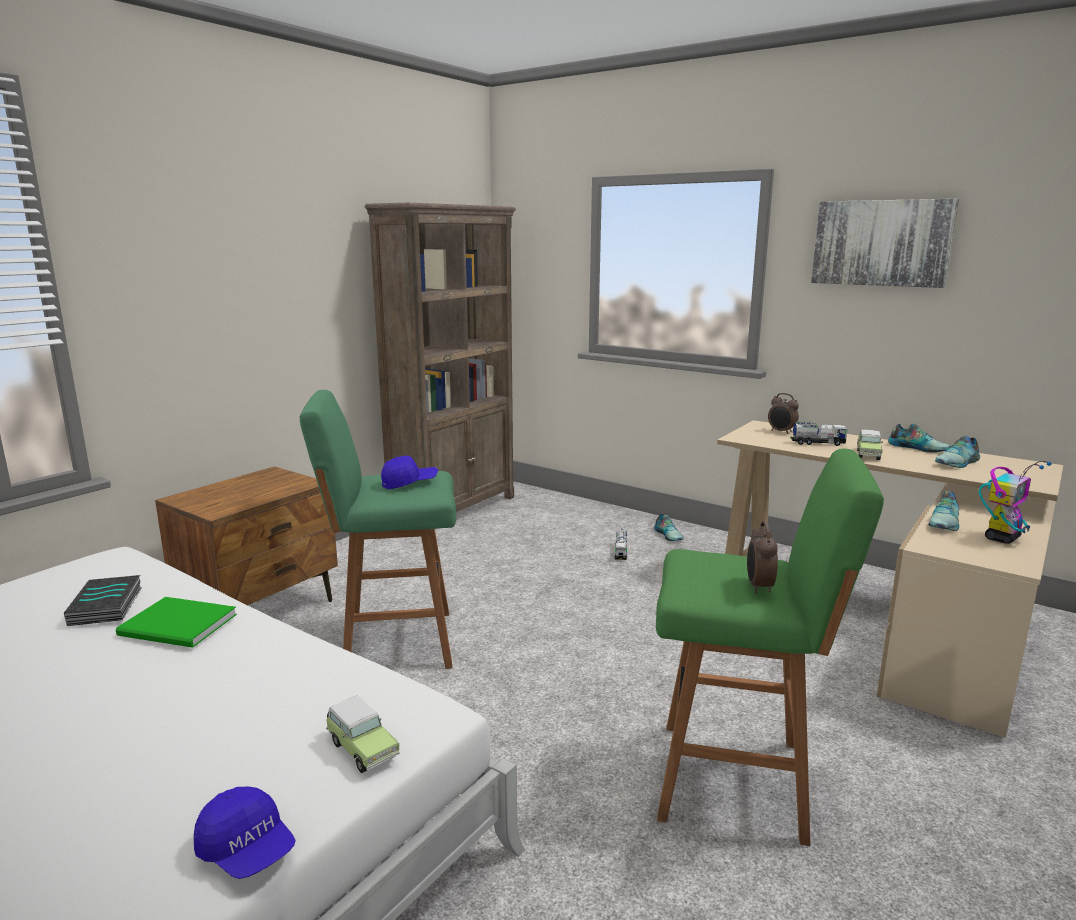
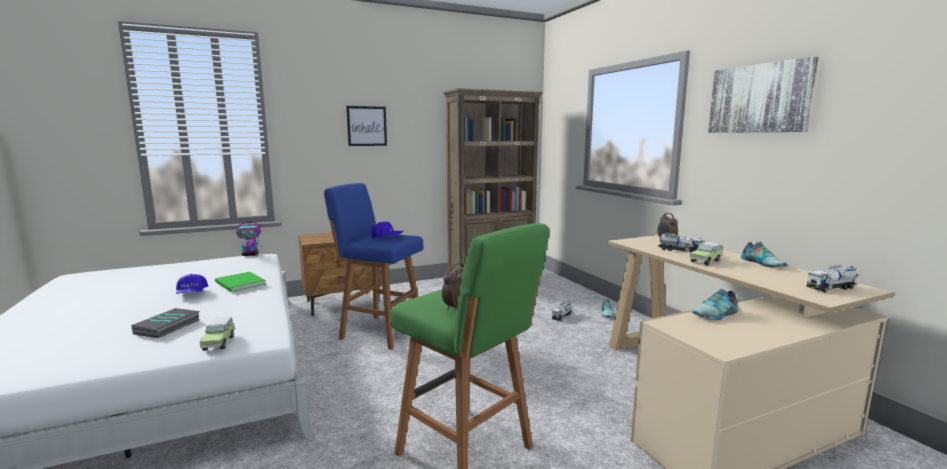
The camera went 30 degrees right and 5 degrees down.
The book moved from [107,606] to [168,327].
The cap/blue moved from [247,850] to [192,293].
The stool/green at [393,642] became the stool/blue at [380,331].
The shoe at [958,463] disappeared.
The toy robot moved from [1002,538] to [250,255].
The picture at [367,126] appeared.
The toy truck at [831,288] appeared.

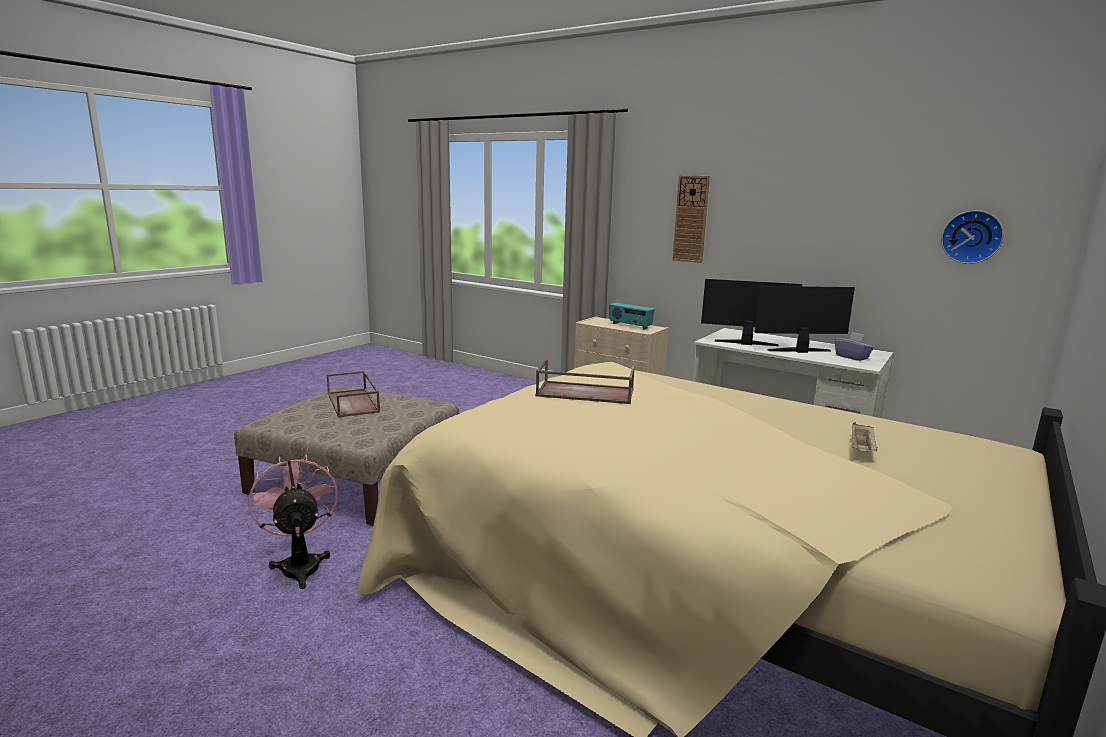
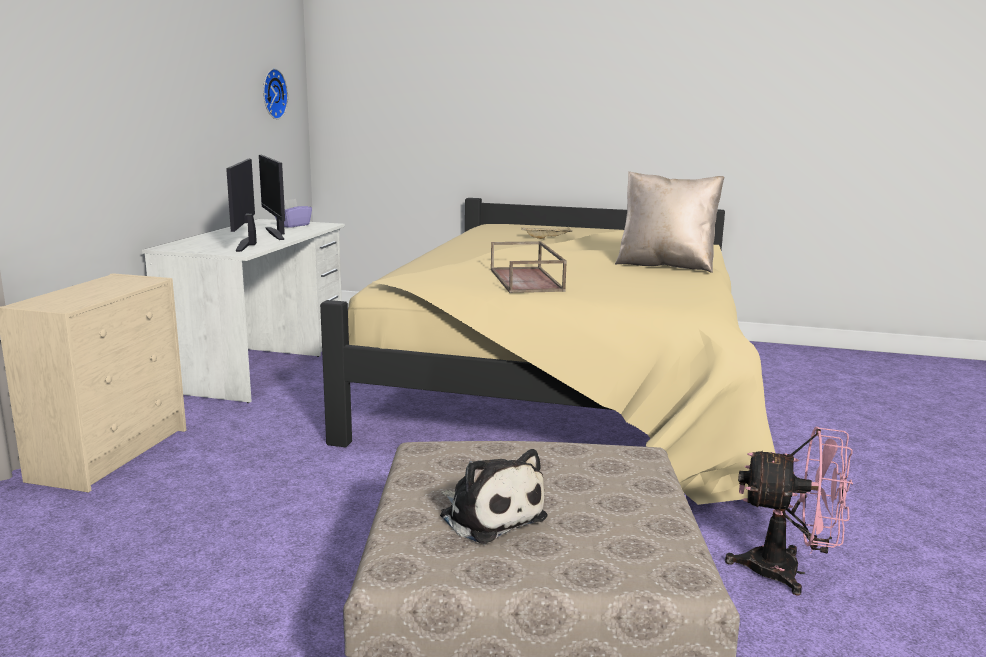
The camera went 110 degrees left and 0 degrees up.
The fan/pink at [300,564] turned 120 degrees counterclockwise.
The tray/brown at [354,403] was replaced by the plush toy at [489,515].
The radio at [630,326] disappeared.
The wall clock at [691,219] disappeared.
The pillow/beige at [666,265] appeared.

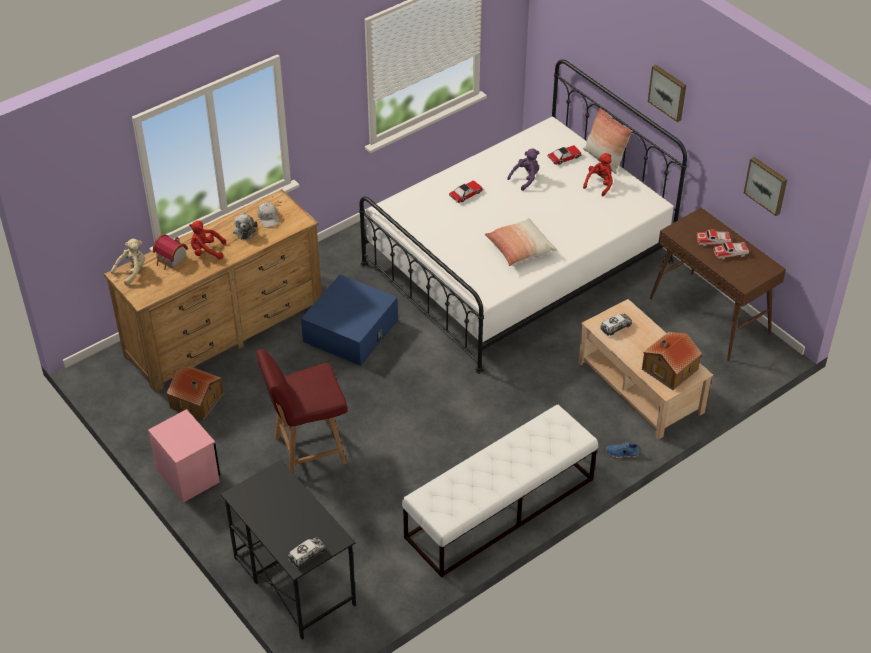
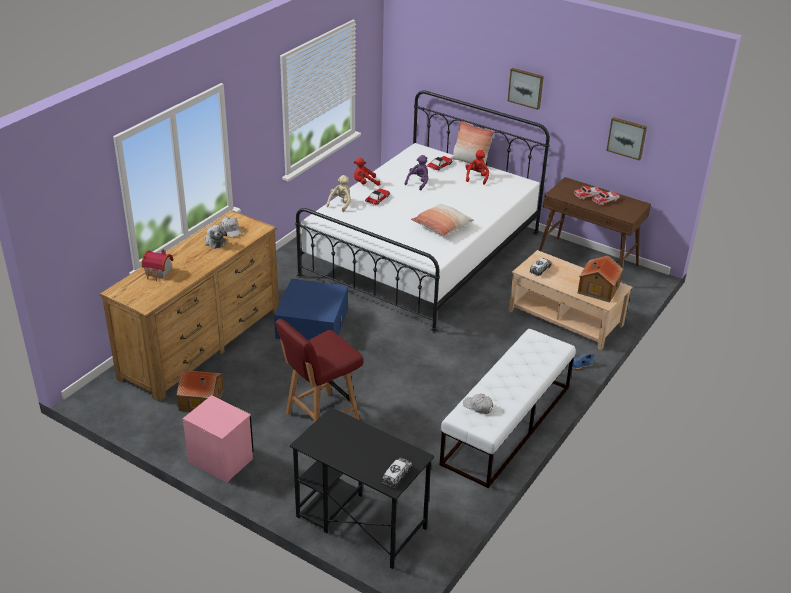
The camera went 20 degrees left and 10 degrees down.
The plush toy/beige moved from [132,271] to [340,204].
The plush toy/red moved from [206,251] to [364,183].
The cap/white at [478,406] appeared.

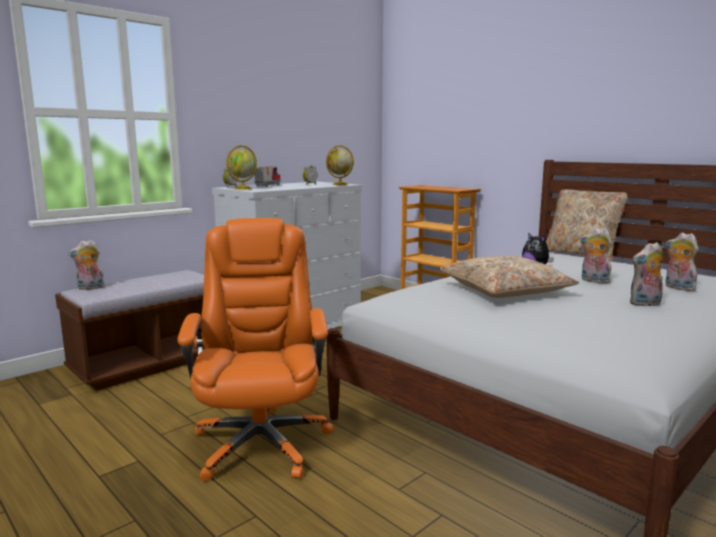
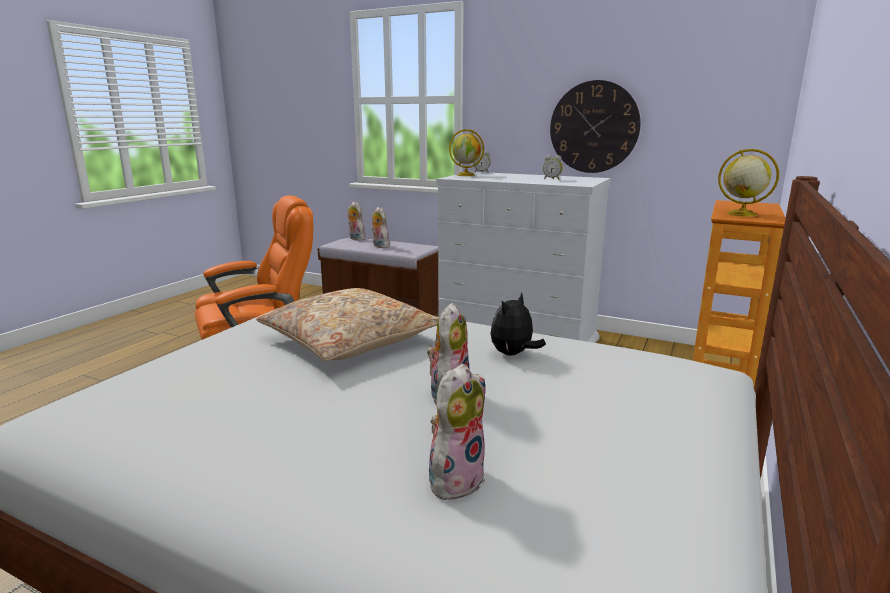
The camera went 70 degrees right and 5 degrees up.
The toy truck at [267,186] disappeared.
The globe moved from [339,184] to [740,214].
The pillow/beige at [581,254] disappeared.
The plush toy moved from [645,304] to [379,246].
The wall clock at [594,127] appeared.

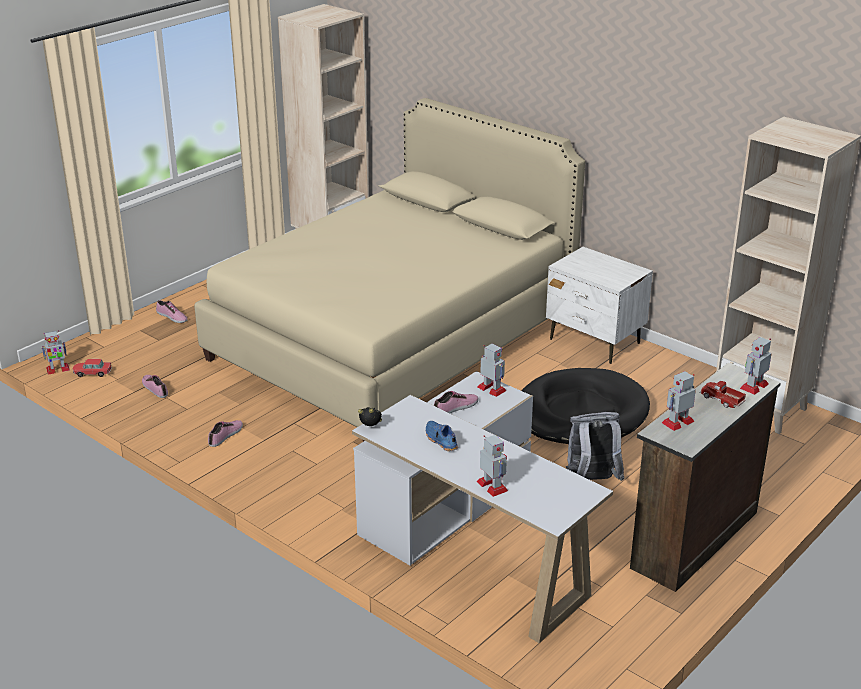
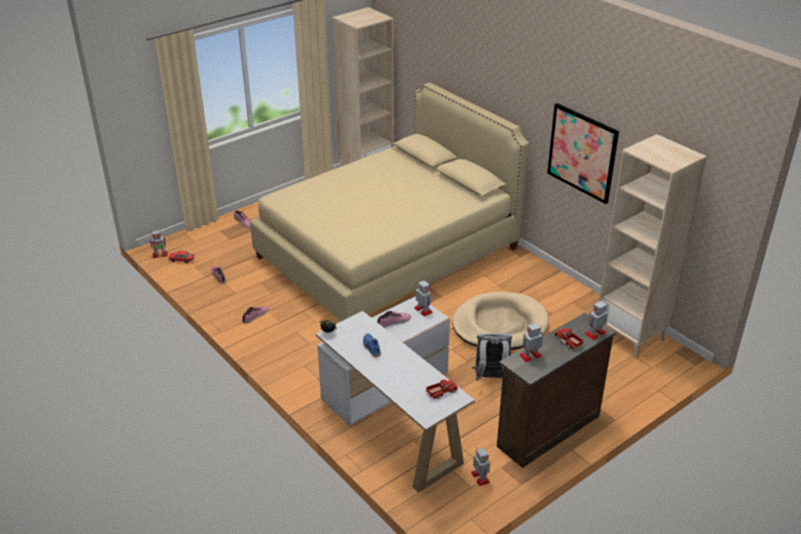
The camera went 10 degrees right and 5 degrees up.
The toy robot moved from [492,486] to [480,477].
The dog bed/black at [580,413] became the dog bed/beige at [500,325].
The nightstand/white at [595,341] disappeared.
The toy truck at [441,392] appeared.
The picture at [582,152] appeared.

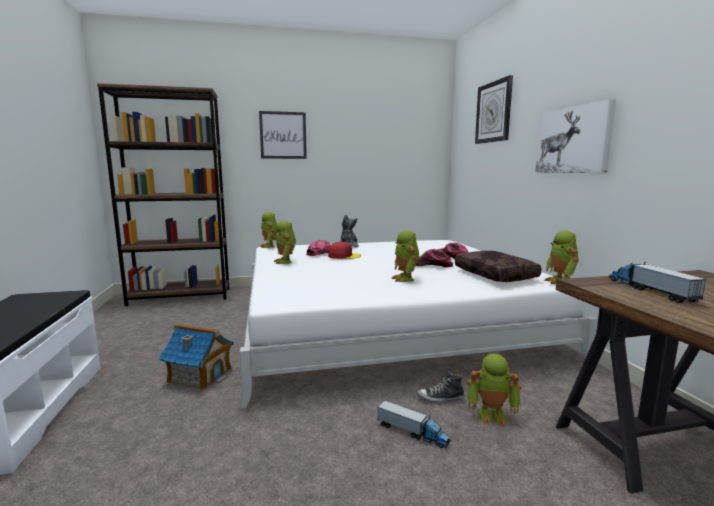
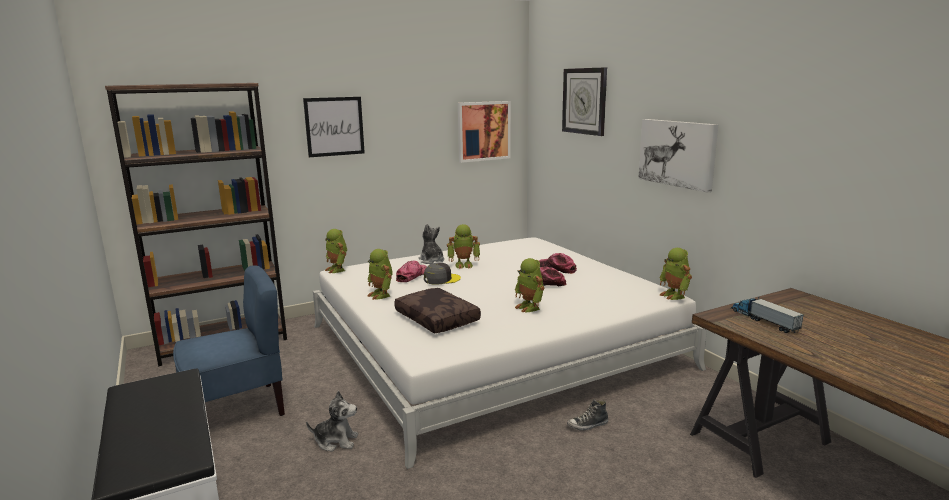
The camera went 15 degrees left and 5 degrees up.
The toy house at [200,375] was replaced by the plush toy at [336,441].
The cap/red at [343,256] became the cap/grey at [441,279].
The toy truck at [412,432] disappeared.
The pillow/brown moved from [496,275] to [438,319].
The toy robot moved from [492,415] to [464,265].
The chair/blue at [237,410] appeared.
The picture at [483,131] appeared.

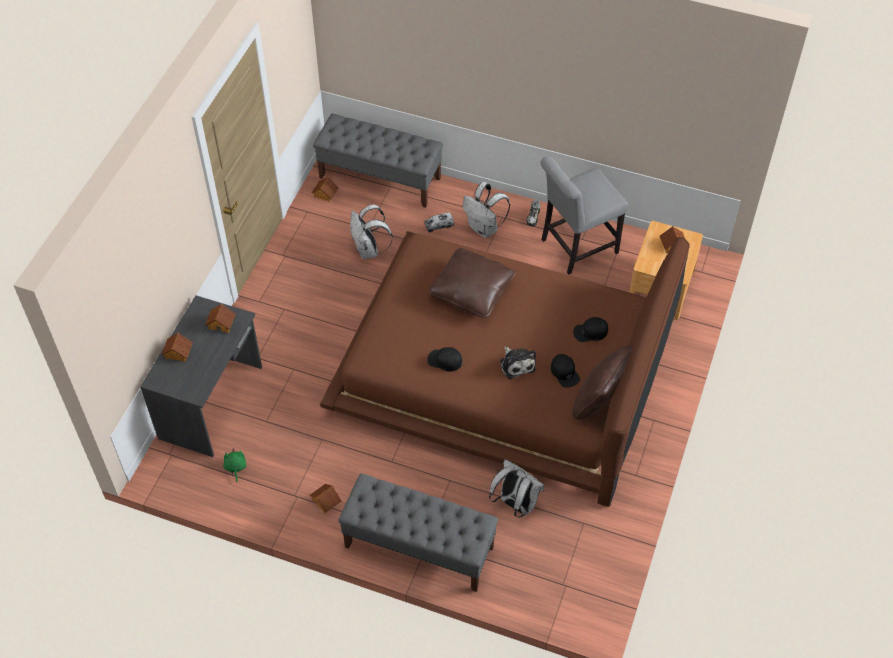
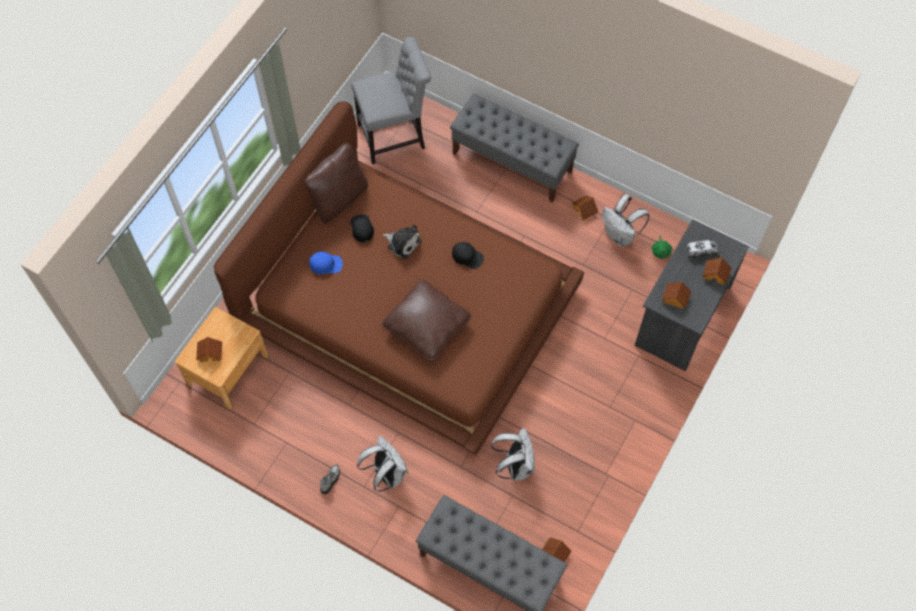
The camera went 170 degrees left and 10 degrees up.
The toy truck moved from [439,225] to [701,251].
The backpack/white moved from [515,504] to [620,235].
The plush toy at [516,364] turned 135 degrees clockwise.
The chair/grey moved from [575,247] to [395,136].
The cap/black at [590,332] became the cap/blue at [326,264].

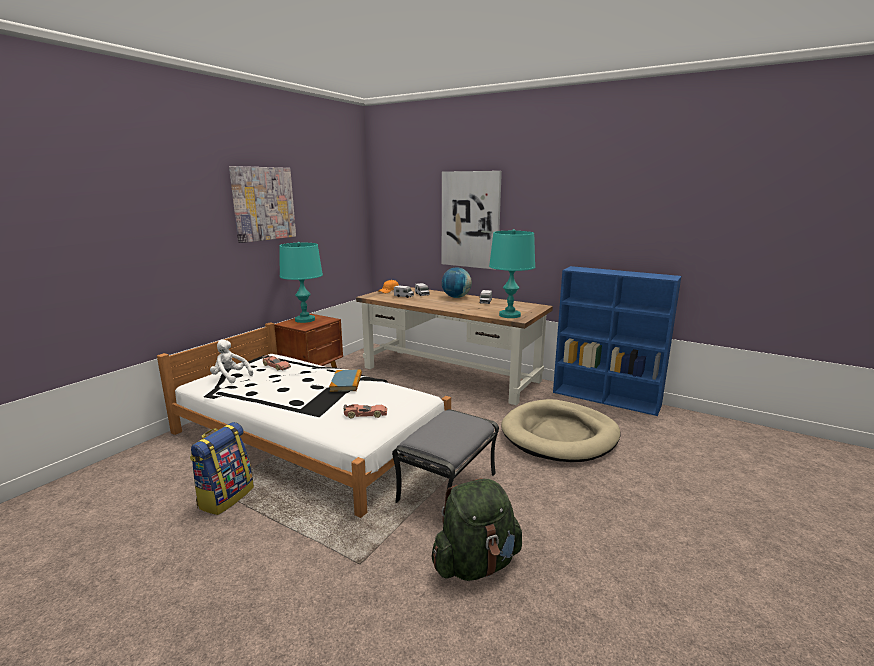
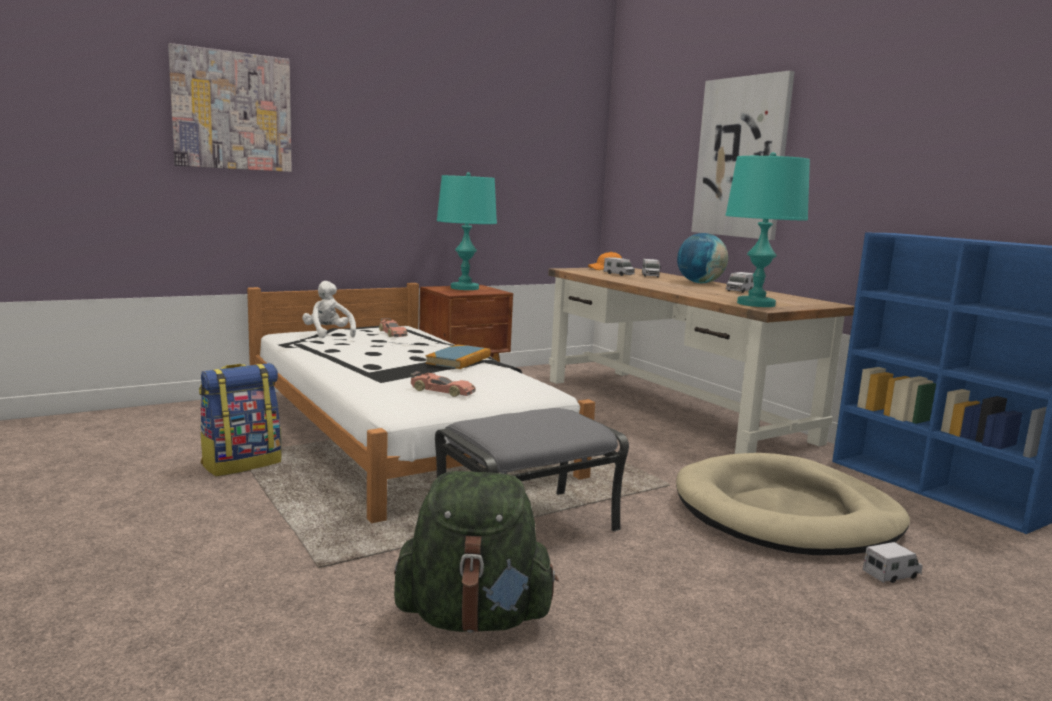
The camera went 25 degrees right and 5 degrees down.
The picture moved from [263,204] to [232,111].
The toy truck at [892,574] appeared.

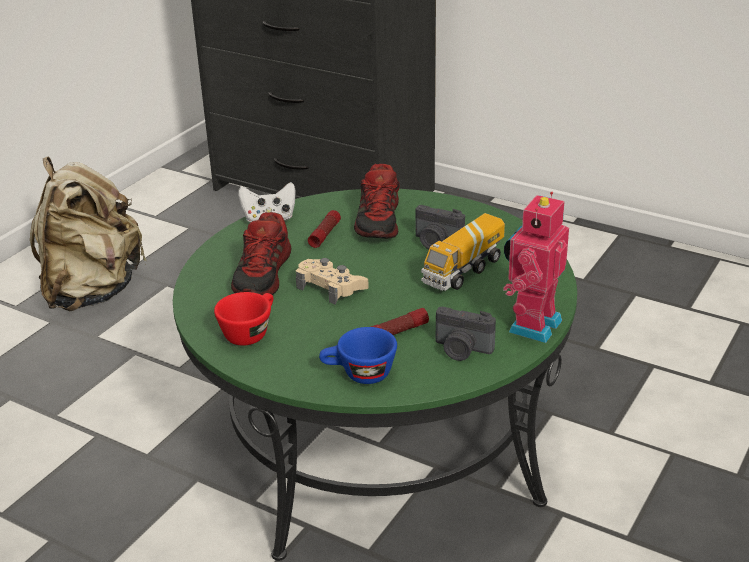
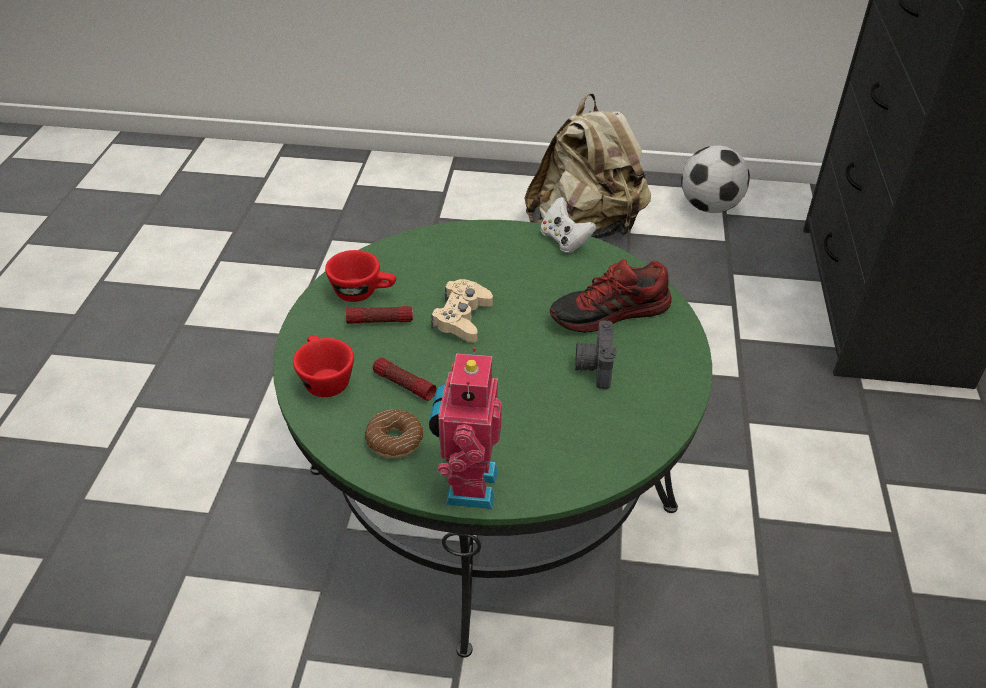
The camera went 65 degrees right and 10 degrees up.
The shoe at [264,275] disappeared.
The flashlight moved from [325,234] to [380,321].
The cup/blue at [359,375] became the cup/red at [324,379].
The toy truck at [463,271] disappeared.
The photo camera at [462,350] was replaced by the donut at [394,440].
The toy robot at [531,325] turned 90 degrees counterclockwise.
The football at [709,207] appeared.

